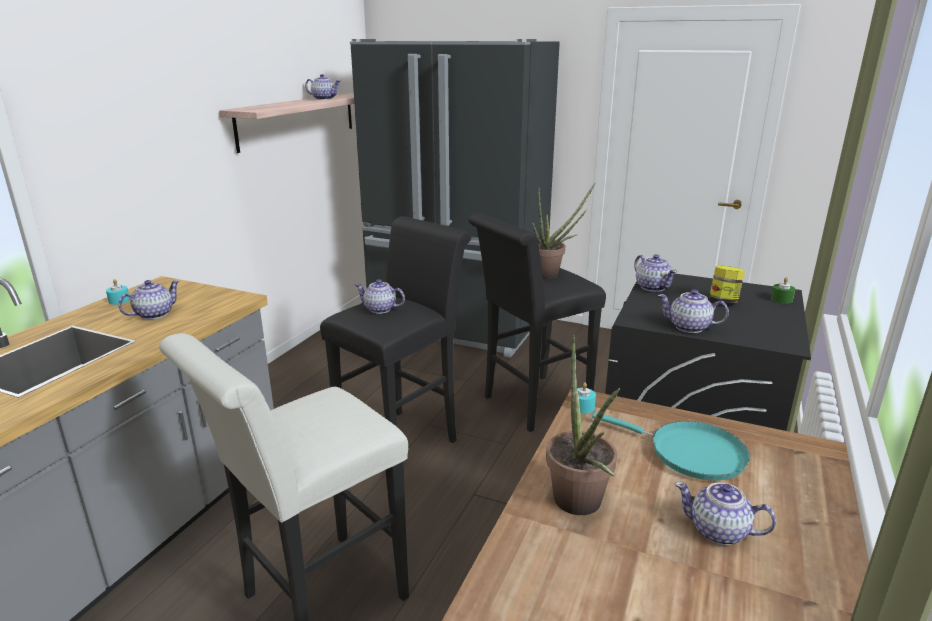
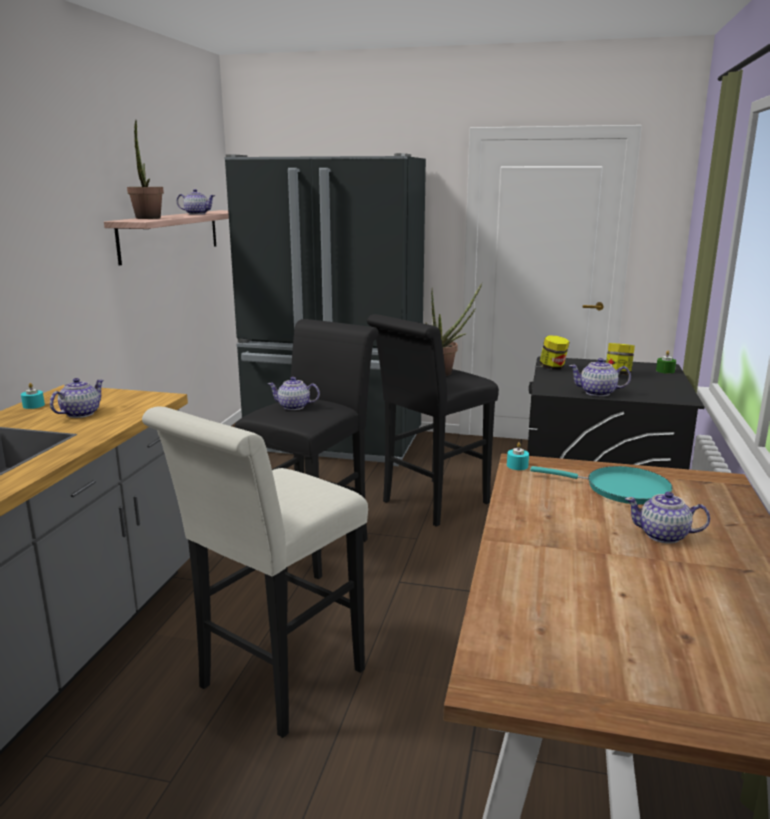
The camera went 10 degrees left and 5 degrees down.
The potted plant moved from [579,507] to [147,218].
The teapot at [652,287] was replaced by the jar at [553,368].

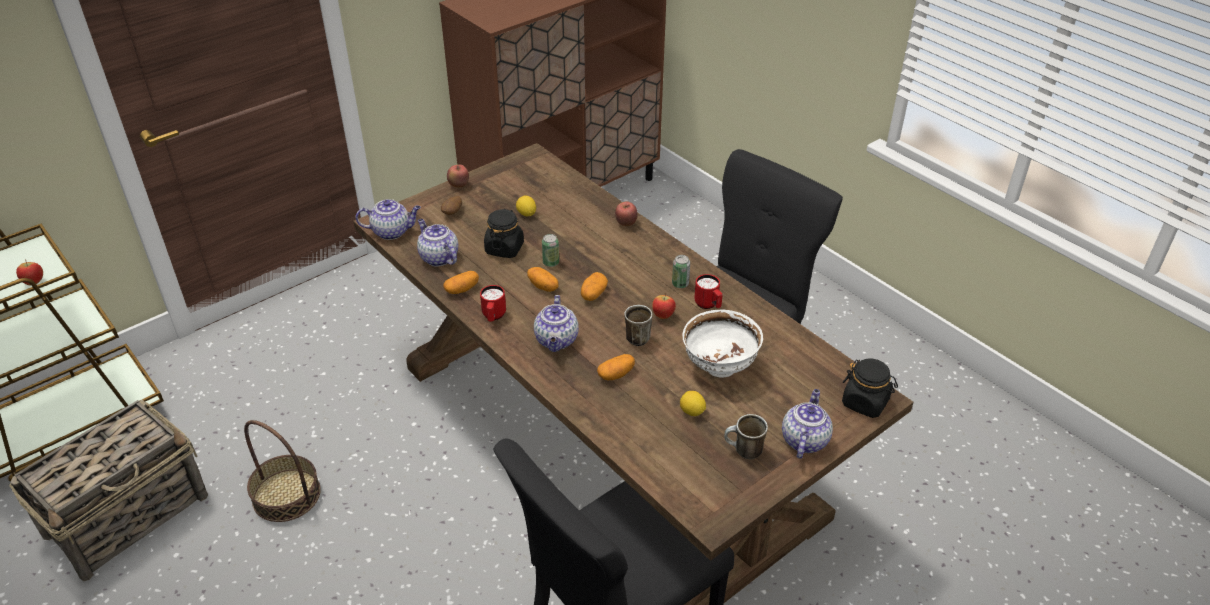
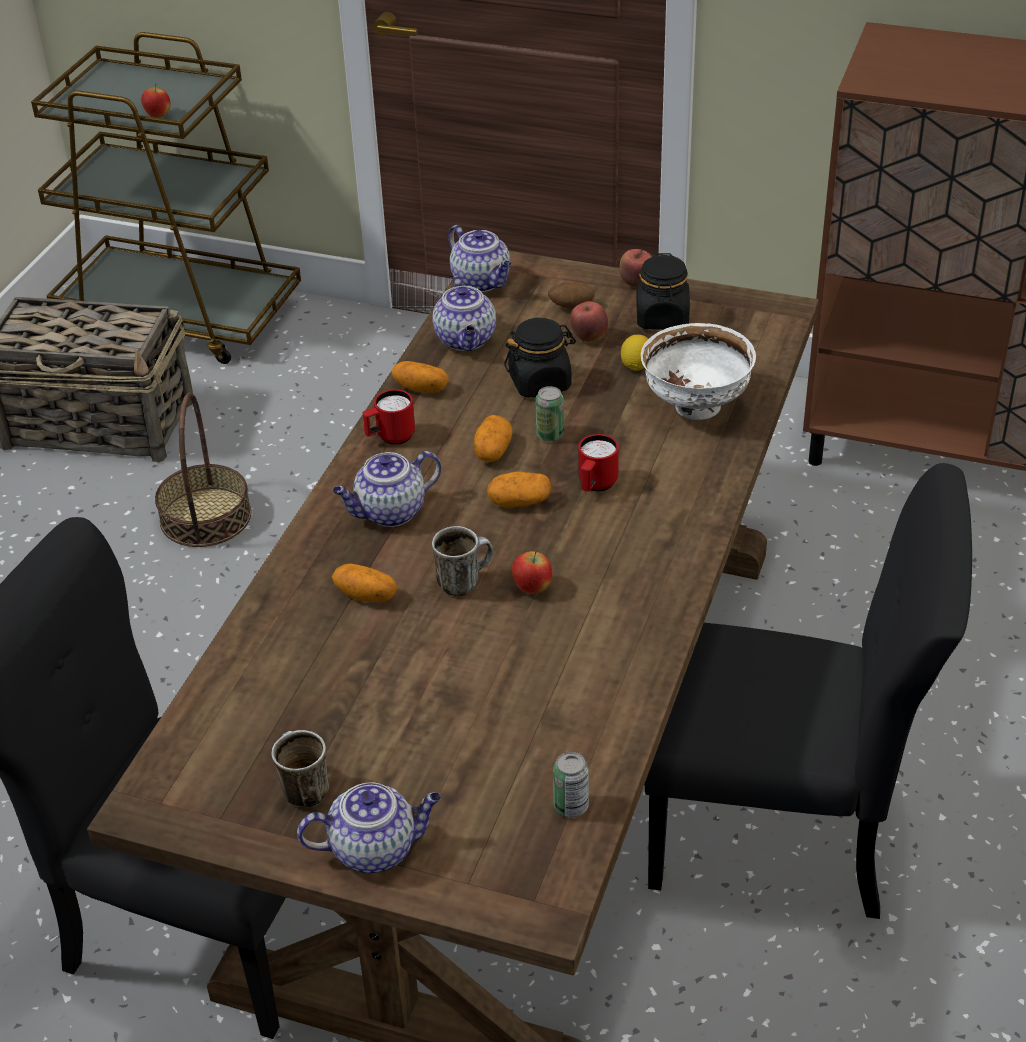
The camera went 60 degrees right and 0 degrees up.
The teapot at [438,257] turned 150 degrees clockwise.
The apple moved from [626,223] to [589,338].
The can moved from [680,284] to [571,806].
The lemon at [692,412] disappeared.
The bowl/white moved from [719,368] to [695,407].
The mug/red moved from [708,305] to [595,486].
The jar/black moved from [865,402] to [662,318].

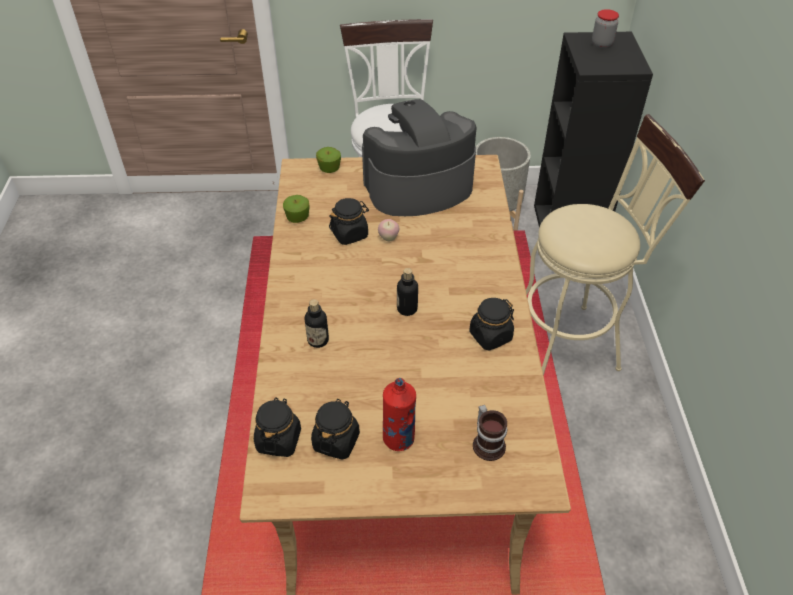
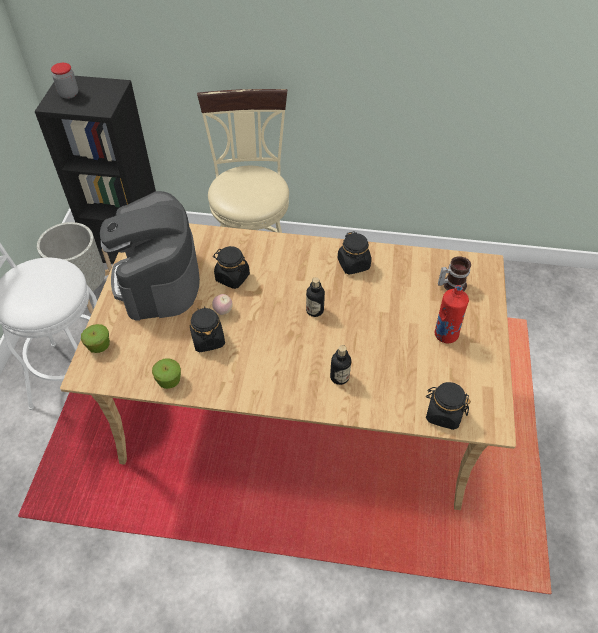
The camera went 80 degrees left and 5 degrees up.
The jar/black moved from [336,441] to [232,277].

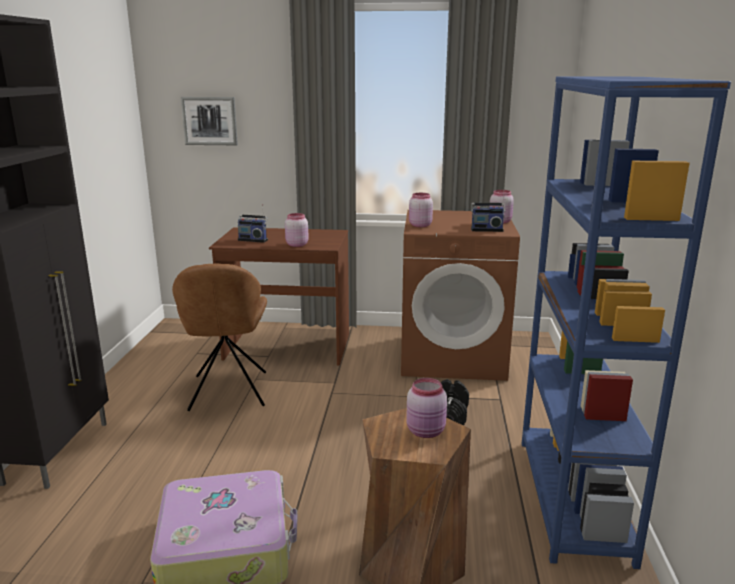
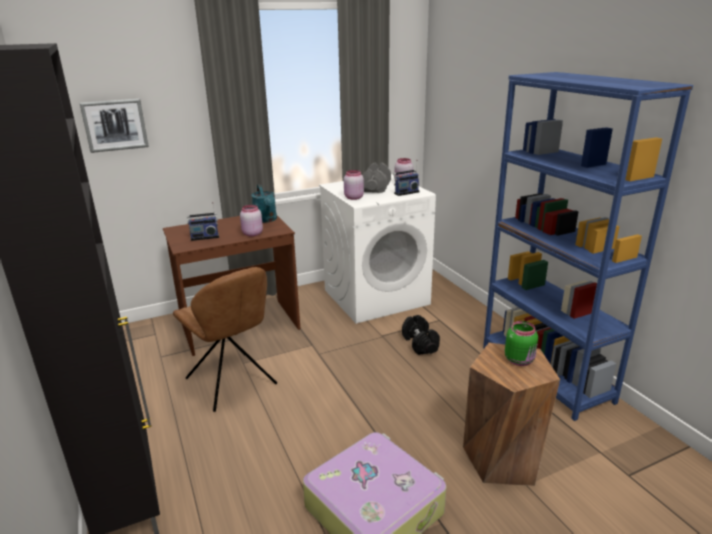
The camera went 30 degrees left and 5 degrees up.
The washing machine/brown at [453,356] became the washing machine/white at [376,297].
The jar/pink at [426,431] became the jar/green at [520,360].
The watering can/turquoise at [266,220] appeared.
The dumbbell/grey at [376,188] appeared.

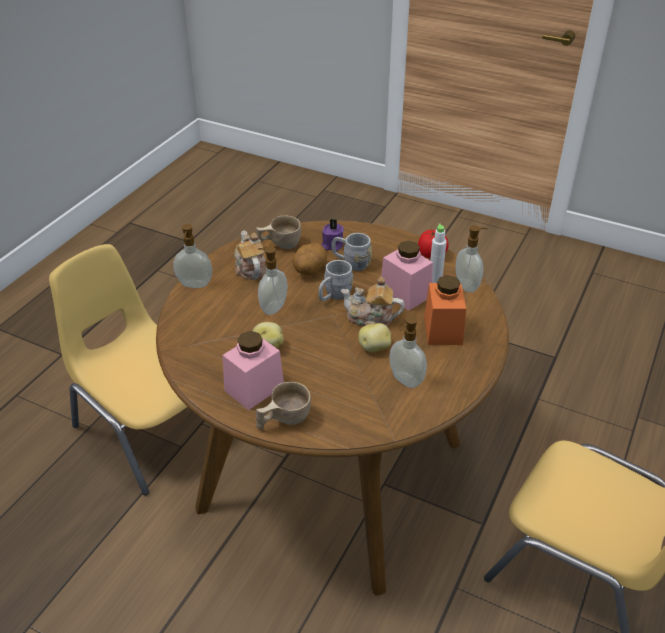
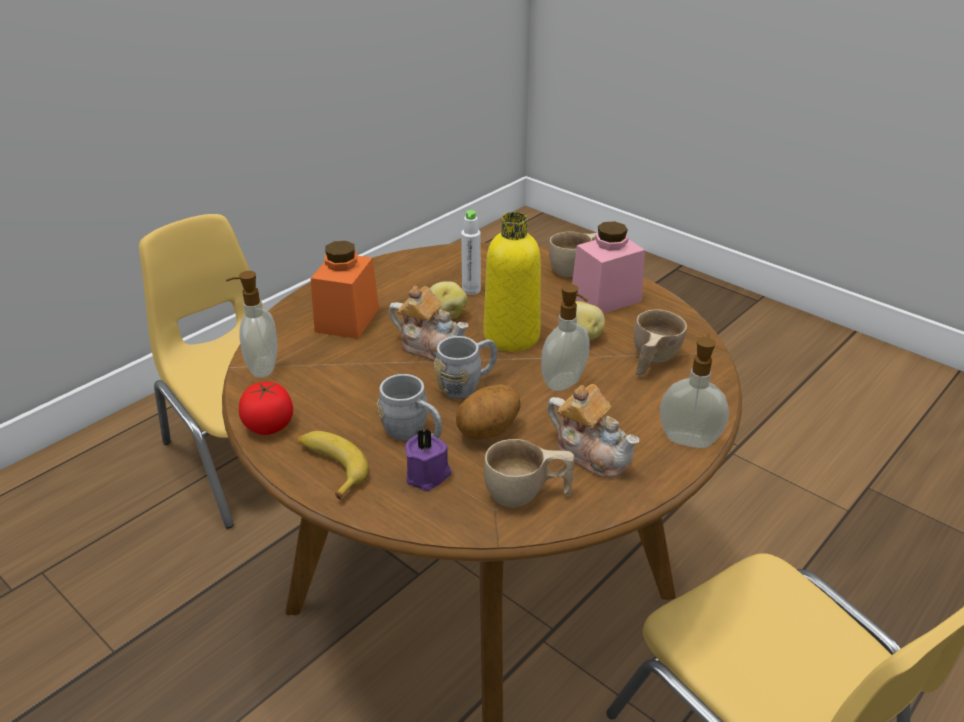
The camera went 165 degrees left and 5 degrees down.
The teapot at [250,268] turned 45 degrees counterclockwise.
The jar/pink at [405,294] disappeared.
The soap dispenser at [405,380] disappeared.
The bottle/white moved from [435,279] to [471,290].
The banana at [330,467] appeared.
The bottle/yellow at [511,336] appeared.
The cup/beige at [651,360] appeared.

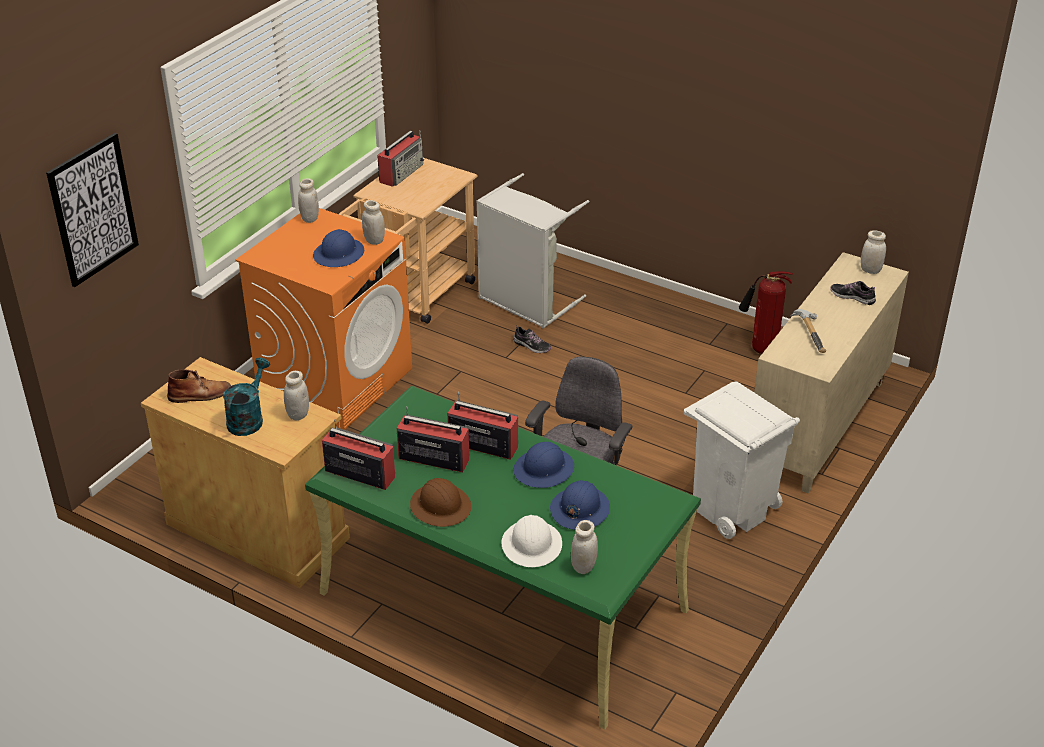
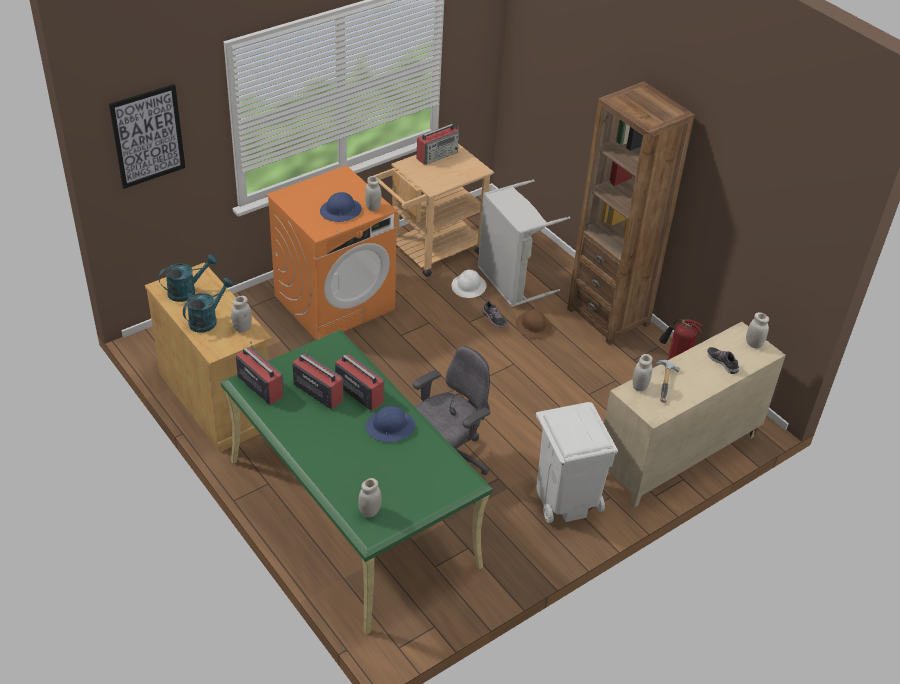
The camera went 20 degrees right and 5 degrees up.
The boot/brown at [200,394] was replaced by the watering can/turquoise at [187,291].
The jar/white moved from [309,218] to [639,386].
The hard hat/brown moved from [440,506] to [533,326].
The hard hat/white moved from [532,545] to [469,286].
The hard hat/blue at [579,509] disappeared.
The bookcase/brown at [608,316] appeared.

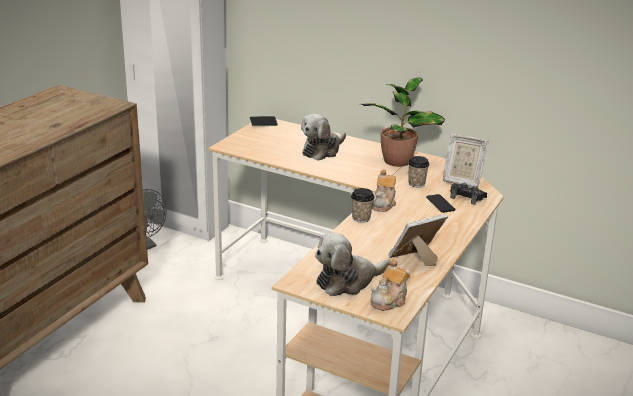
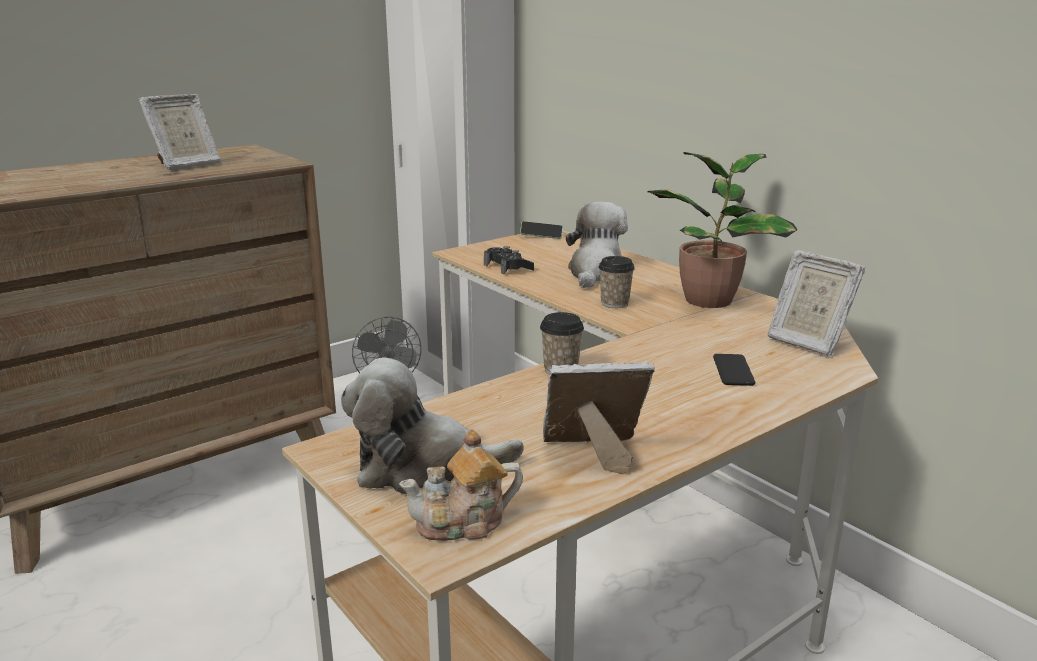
The camera went 25 degrees right and 5 degrees down.
The plush toy at [322,150] turned 135 degrees clockwise.
The teapot at [383,204] disappeared.
The cup moved from [416,184] to [614,303].
The game controller/black moved from [467,197] to [508,267].
The picture frame at [186,165] appeared.

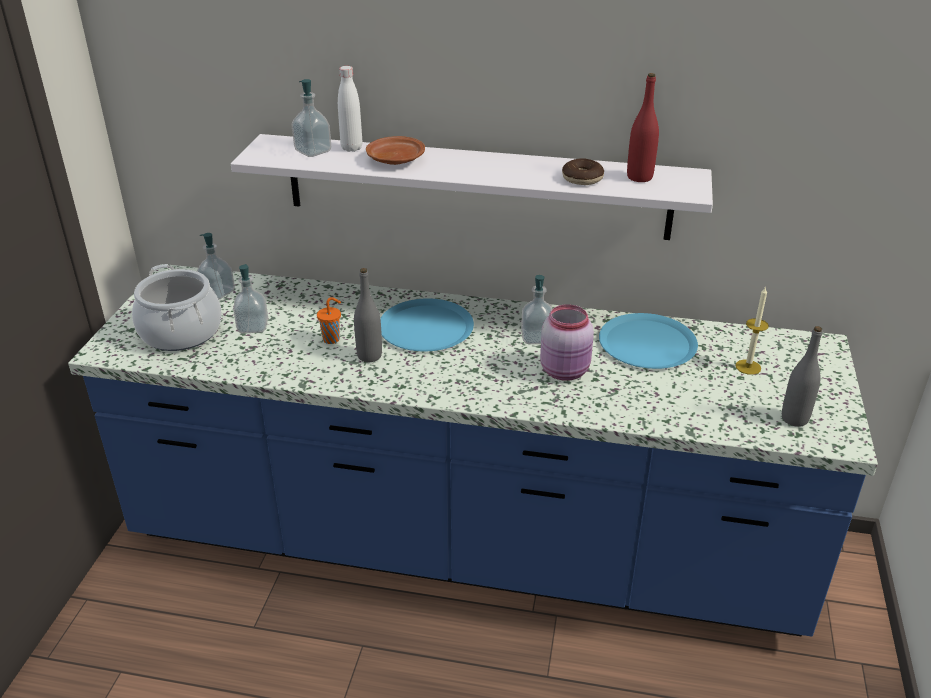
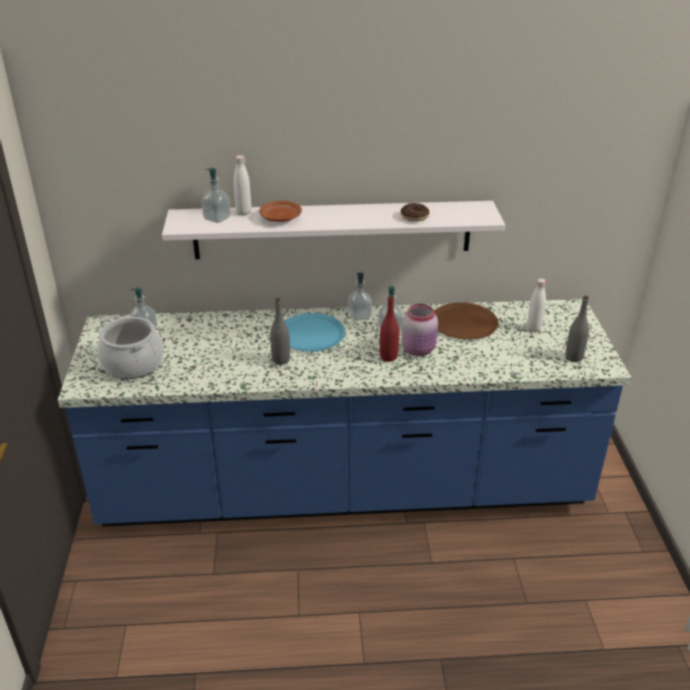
The camera went 15 degrees left and 0 degrees up.
The soap dispenser moved from [253,327] to [359,315].
The cup/orange at [332,339] disappeared.
The plate/blue at [647,343] became the plate/brown at [464,322].
The bottle/red moved from [639,177] to [388,357].
The candle at [748,367] was replaced by the bottle/white at [533,329].

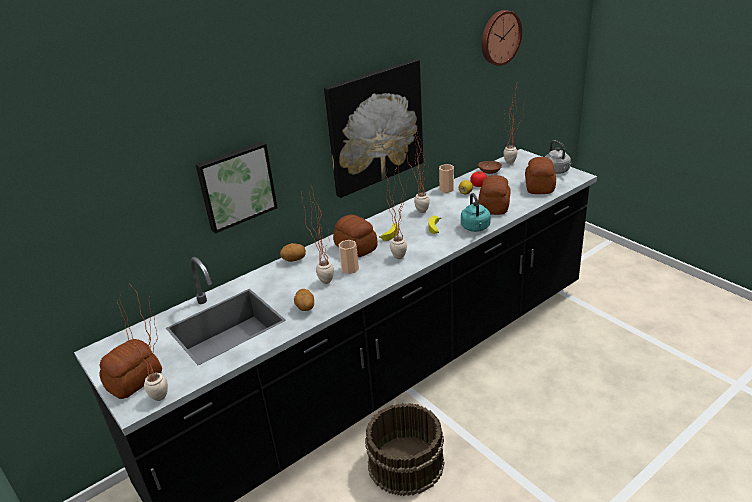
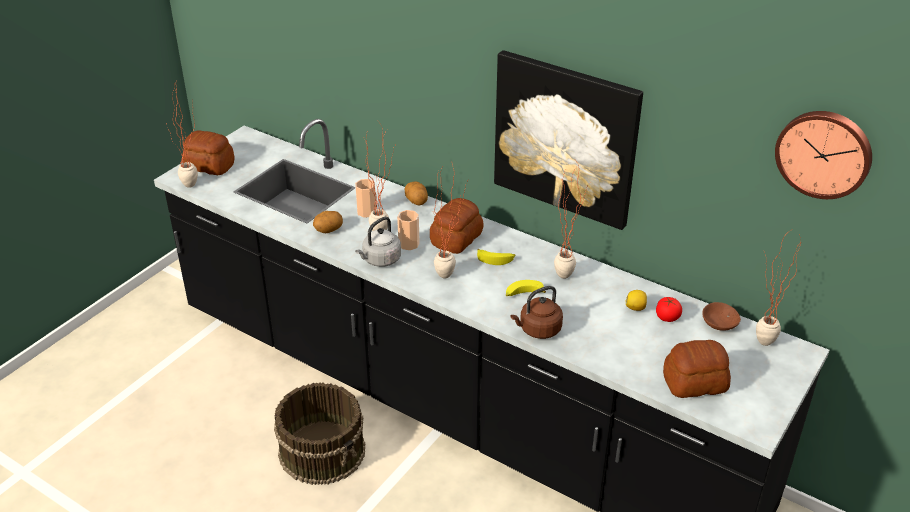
The camera went 70 degrees right and 5 degrees up.
The picture at [236,185] disappeared.
The cup moved from [446,189] to [366,212].
The kettle/turquoise at [475,228] became the kettle/brown at [538,330].
The bread at [494,206] disappeared.
The kettle/grey moved from [557,171] to [380,260].

